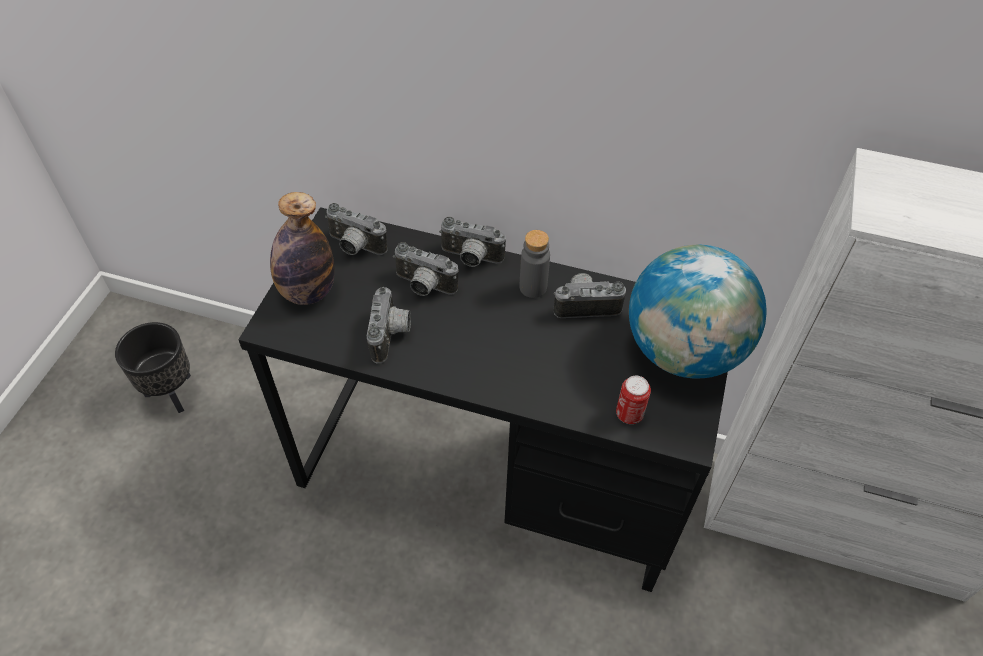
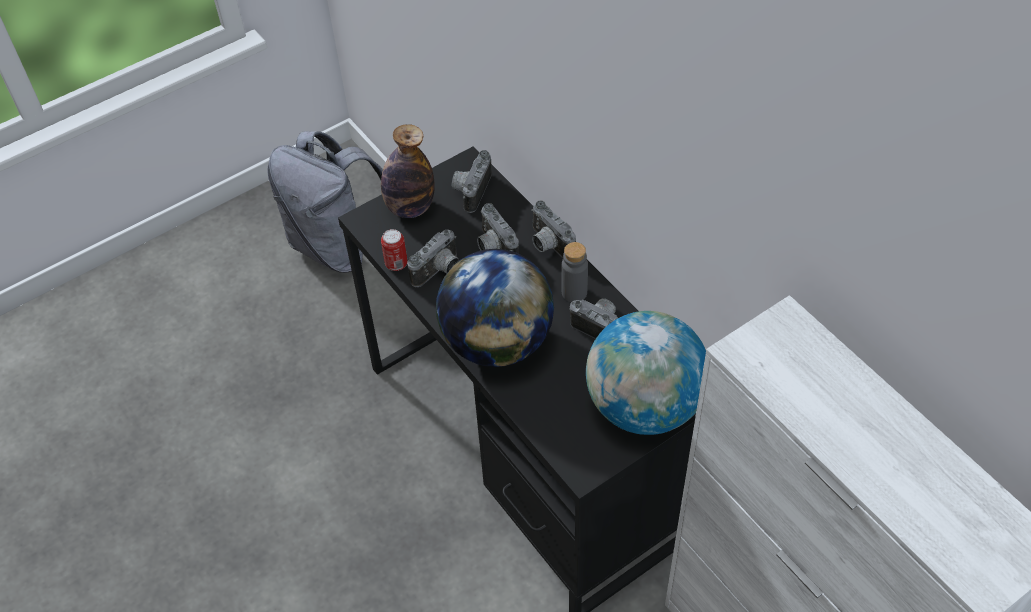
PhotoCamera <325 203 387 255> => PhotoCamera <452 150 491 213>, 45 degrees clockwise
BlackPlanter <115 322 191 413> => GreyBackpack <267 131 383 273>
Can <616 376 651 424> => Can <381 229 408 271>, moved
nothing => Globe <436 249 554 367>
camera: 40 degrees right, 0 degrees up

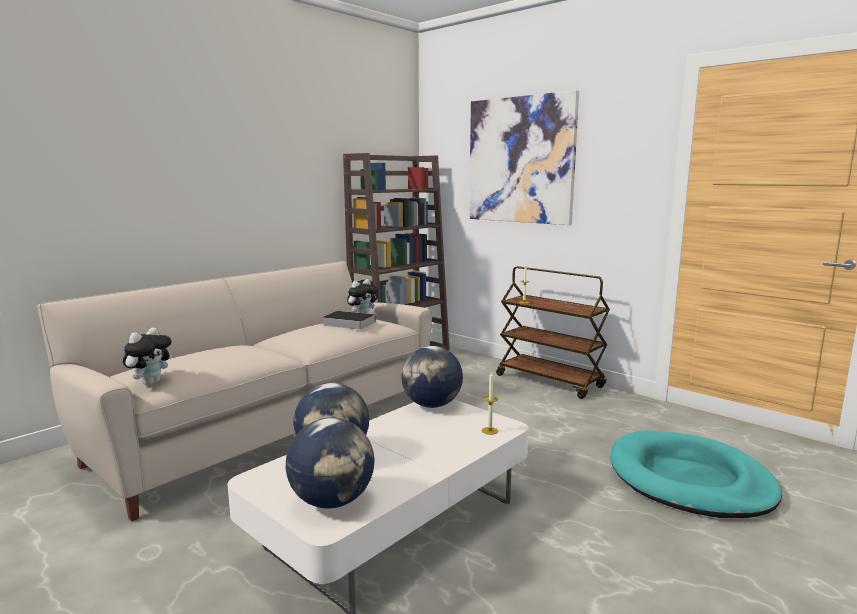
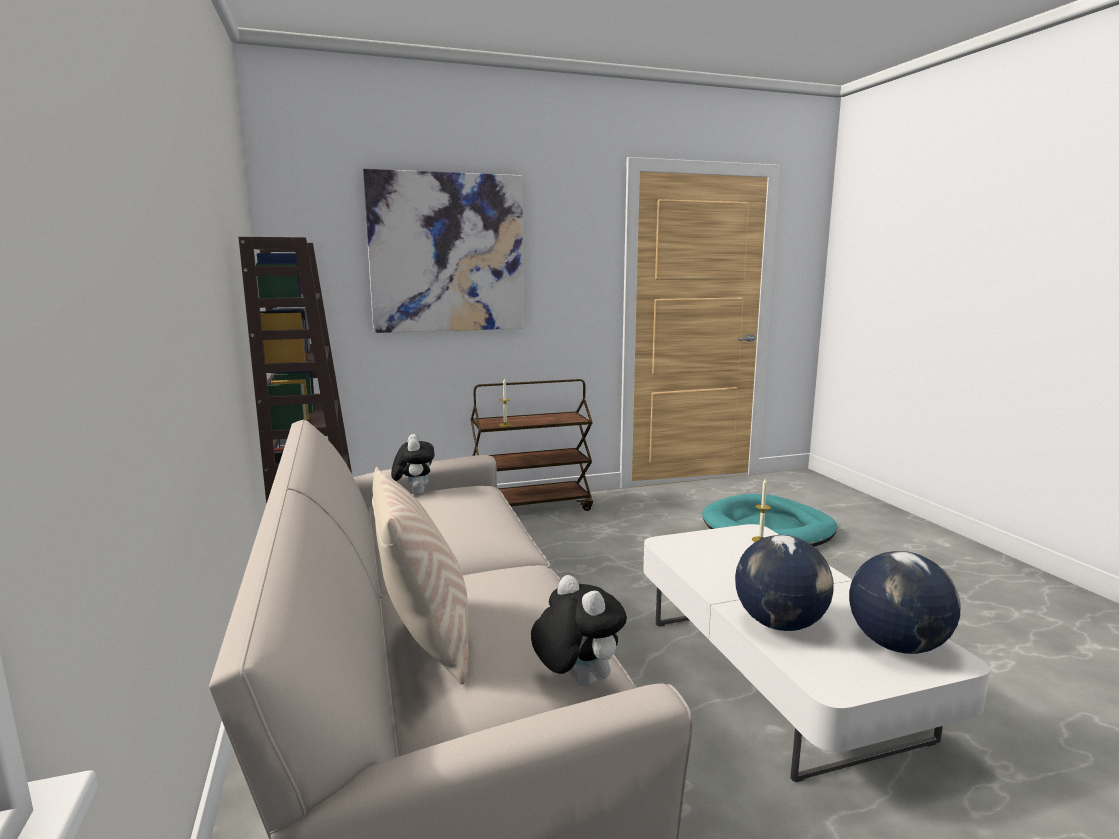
Book <322 311 376 330> => nothing
Globe <401 346 463 408> => nothing
nothing => BeigePillow <372 467 469 685>
camera: 60 degrees left, 0 degrees up

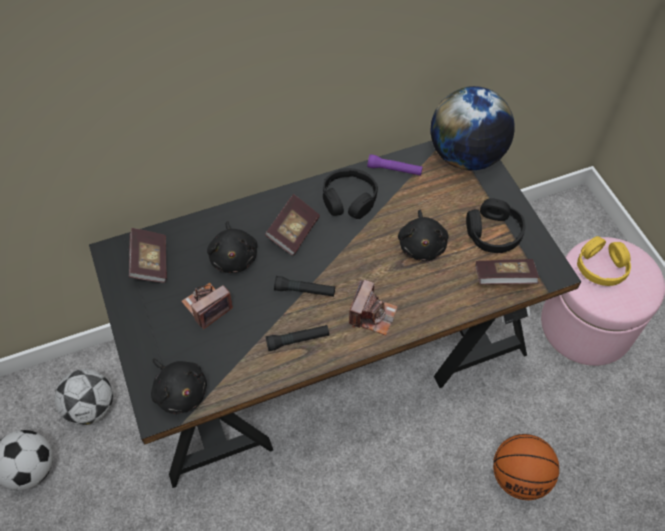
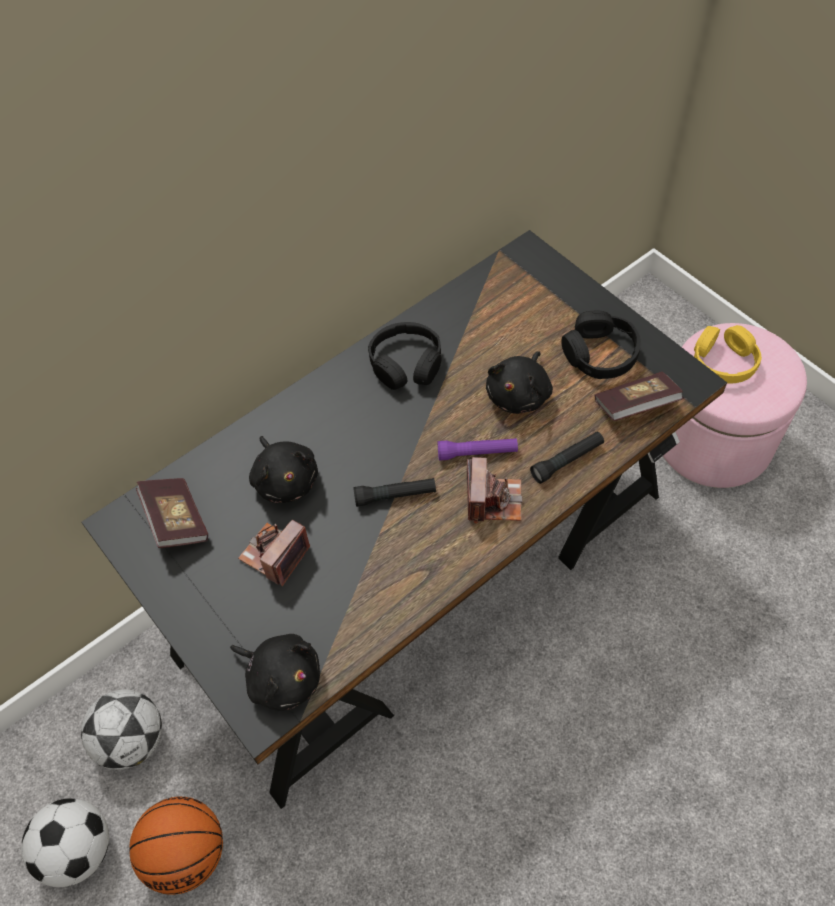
Globe <431 86 515 170> => nothing
PurpleFlashlight <367 154 423 176> => PurpleFlashlight <437 438 518 460>, moved
Book <265 194 320 256> => nothing
BlackPlushToy <398 210 448 261> => BlackPlushToy <486 351 553 414>, 45 degrees clockwise
BlackFlashlight <266 325 329 351> => BlackFlashlight <530 432 604 484>, moved
Basketball <493 434 559 500> => Basketball <129 797 223 895>, moved
camera: 15 degrees left, 0 degrees up

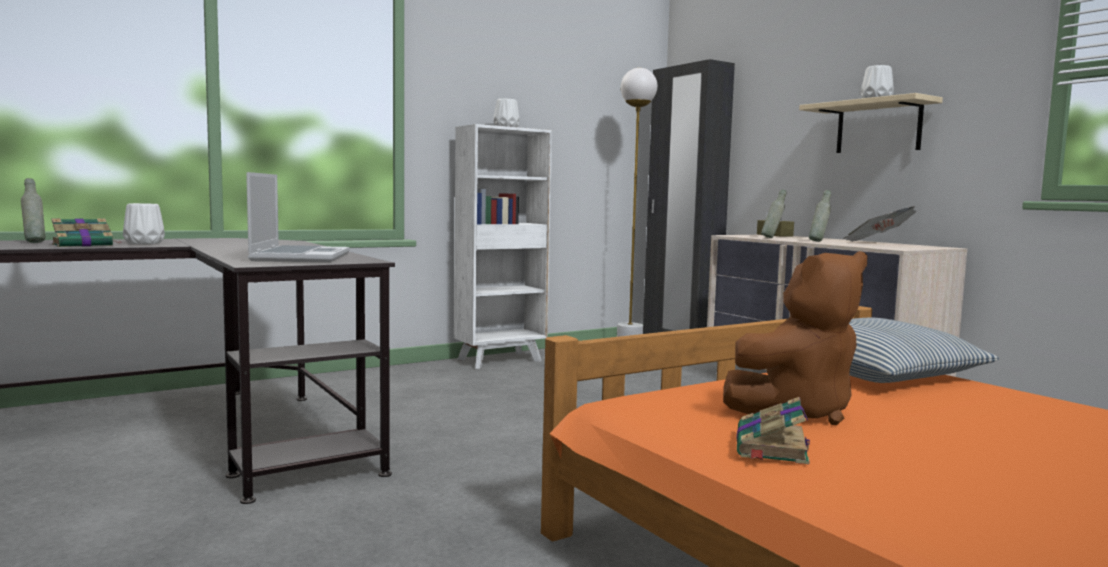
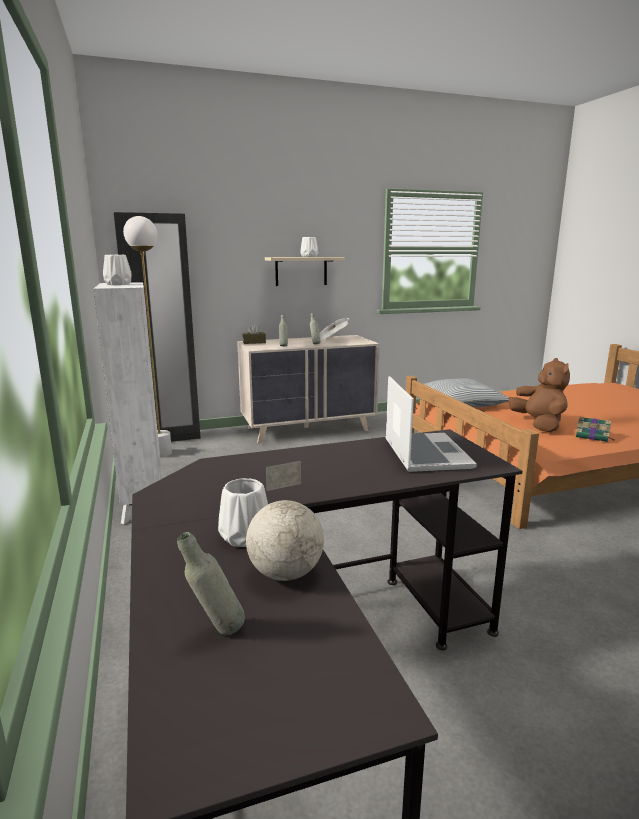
Laptop <246 172 350 262> => Laptop <385 376 477 472>, 75 degrees clockwise
Book <52 218 122 247> => Globe <246 461 324 581>
camera: 75 degrees left, 10 degrees up

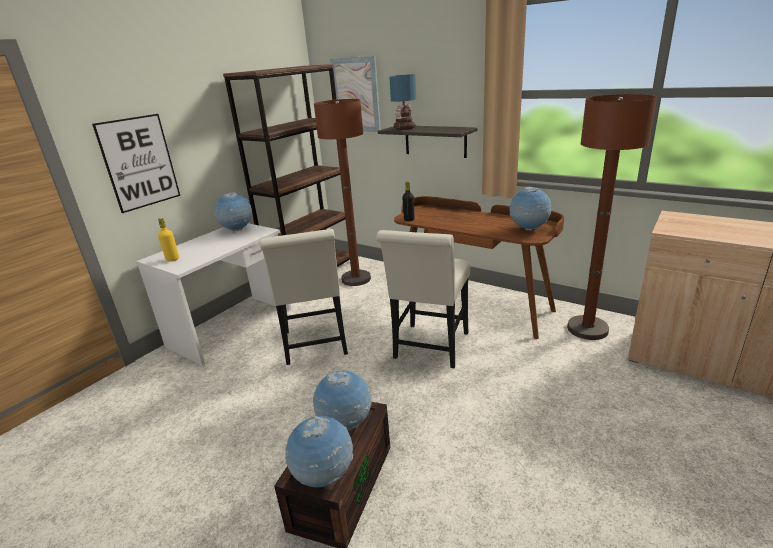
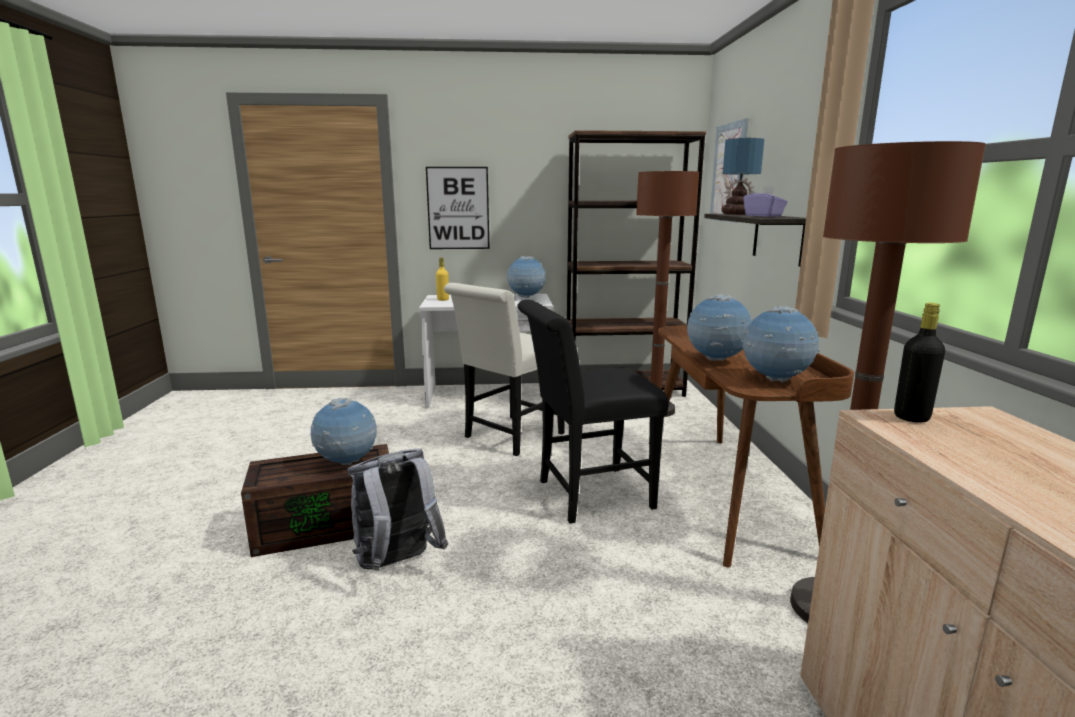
BlackBottle <402 182 414 221> => BlackBottle <894 303 945 422>, moved
WhiteChair <376 230 470 368> => BlackChair <517 300 669 524>
Globe <285 416 353 488> => Globe <687 294 753 361>, moved
nothing => PurpleTissueBox <743 186 787 217>
nothing => GreyBackpack <347 449 448 571>
camera: 50 degrees right, 10 degrees down

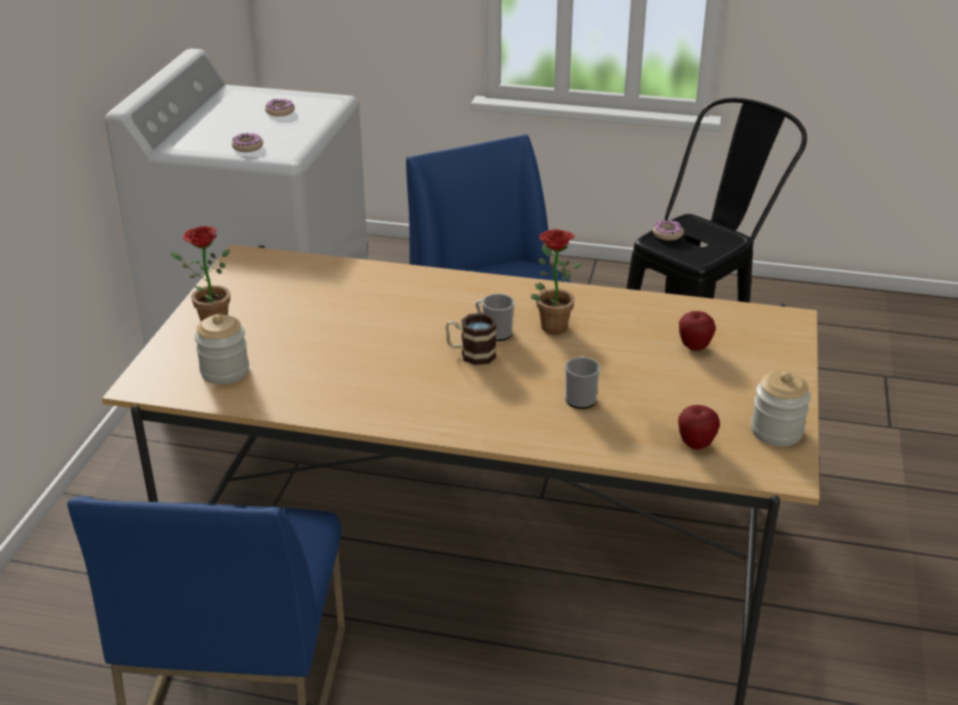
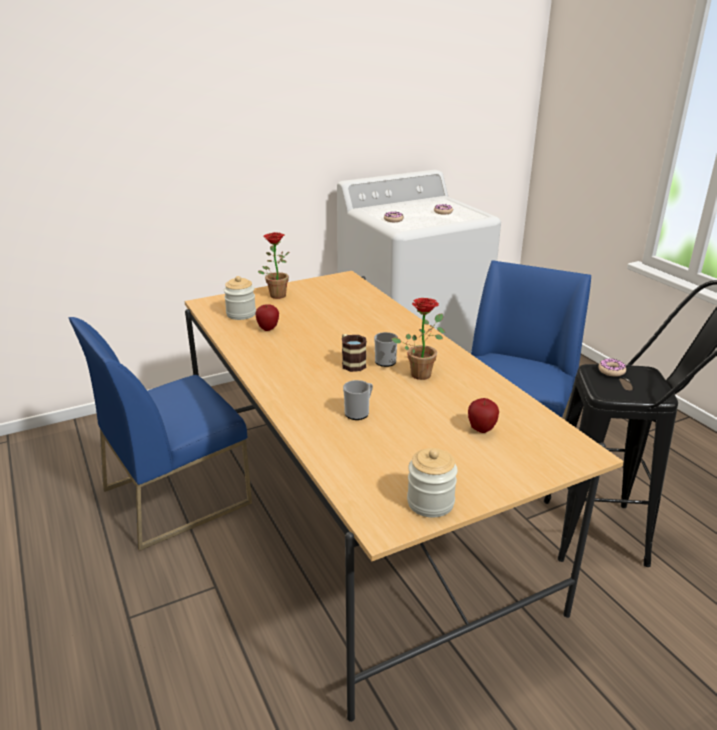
Apple <678 405 720 450> => Apple <255 304 279 331>, moved
camera: 50 degrees right, 5 degrees down

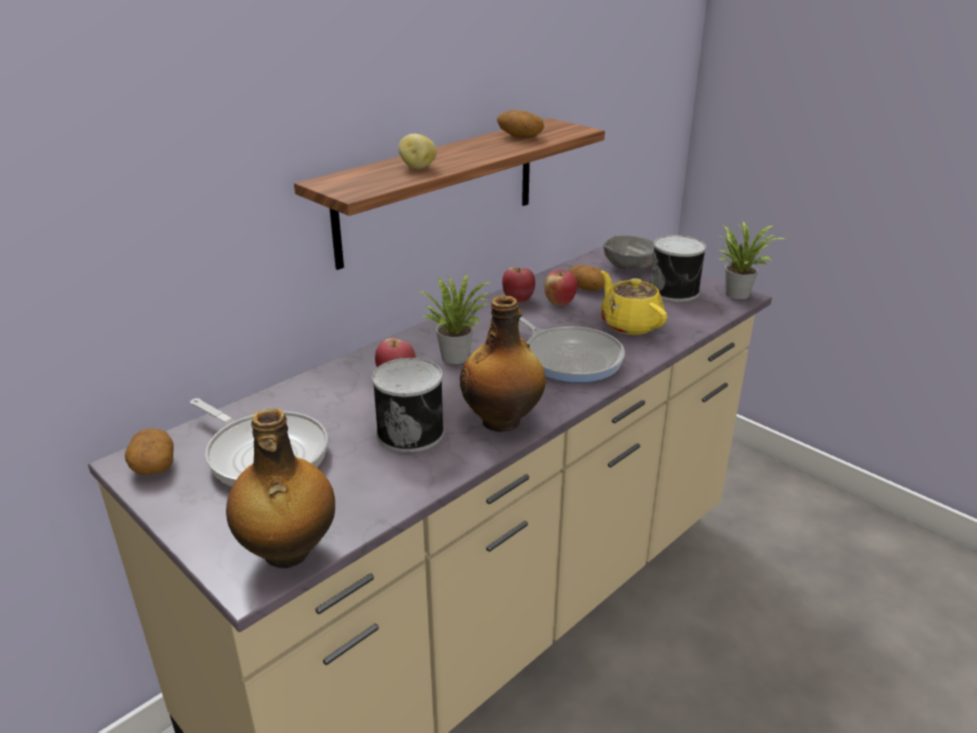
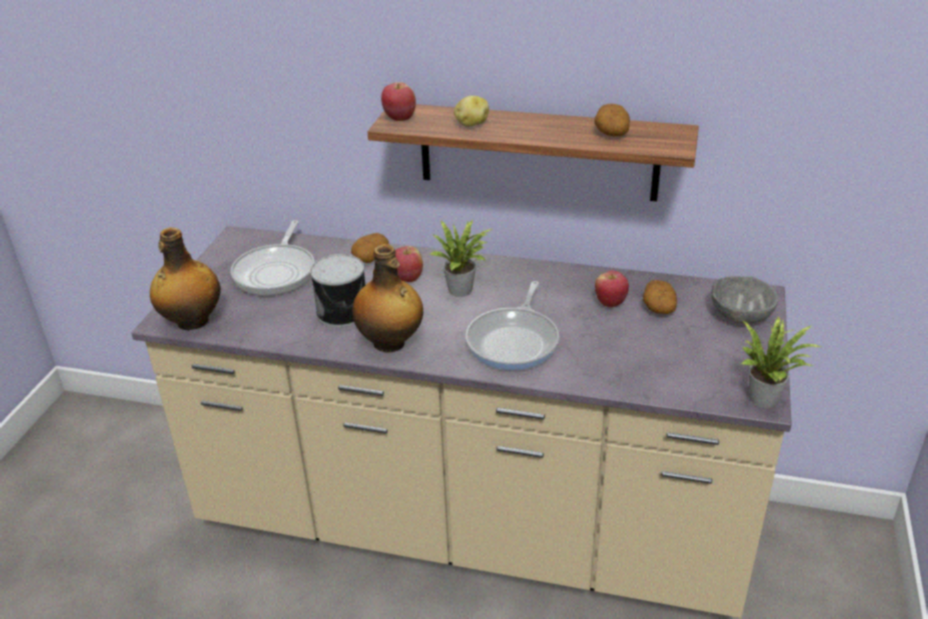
Can <650 235 706 302> => nothing
Apple <502 267 535 302> => Apple <381 82 416 121>, moved
YellowTeapot <601 270 667 335> => nothing
Potato <125 429 174 475> => Potato <351 233 389 263>, moved
camera: 60 degrees right, 5 degrees up

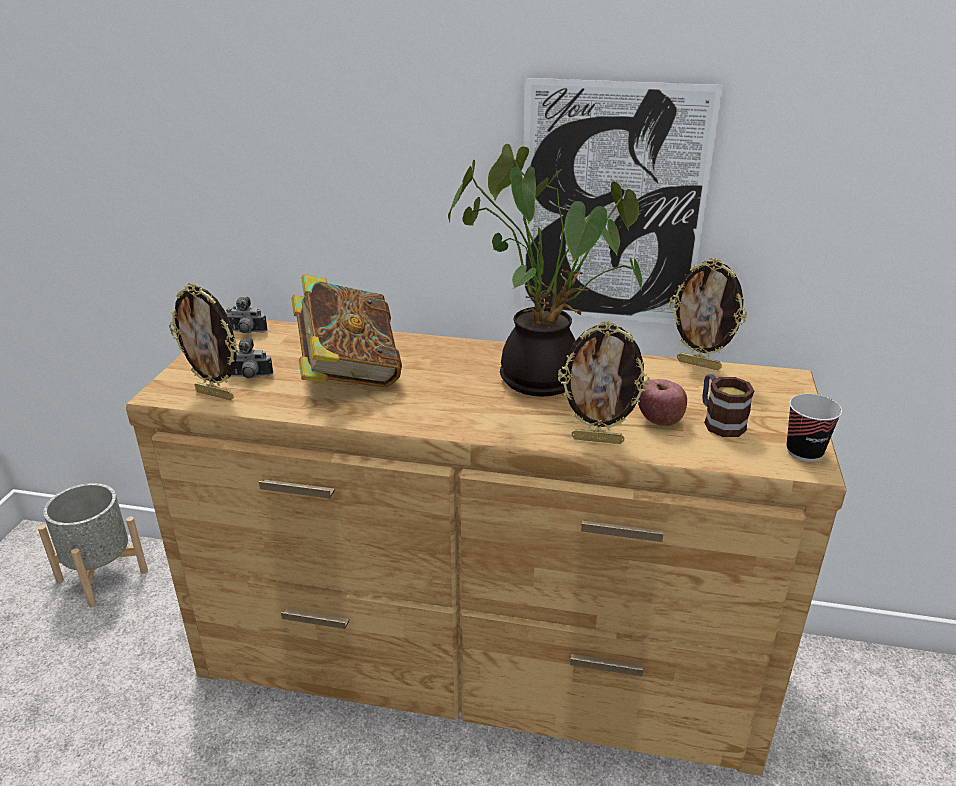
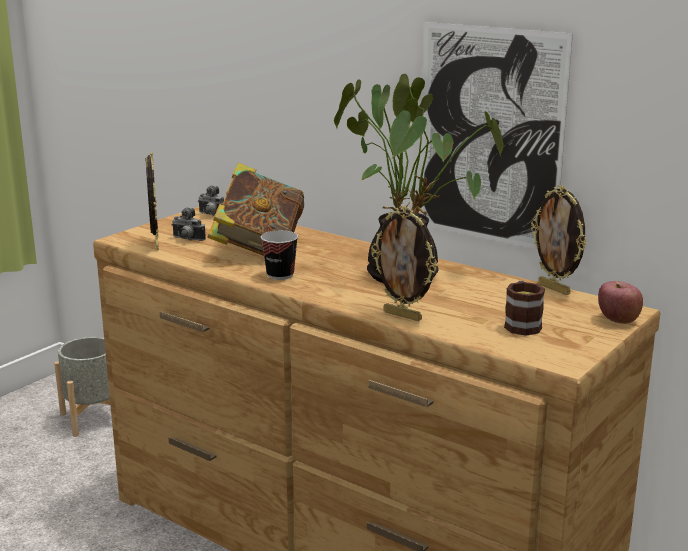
PictureFrame <169 283 237 400> => PictureFrame <145 152 159 250>, 150 degrees counterclockwise
Apple <638 379 687 426> => Apple <598 281 643 324>, moved
Cup <787 394 842 462> => Cup <261 231 298 280>, moved
camera: 25 degrees right, 10 degrees down

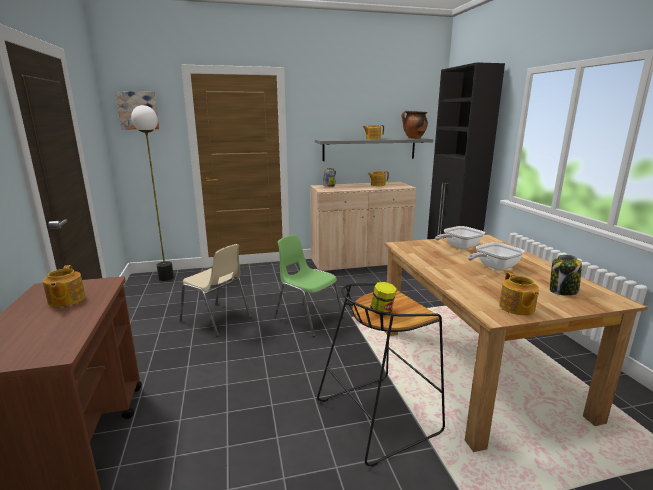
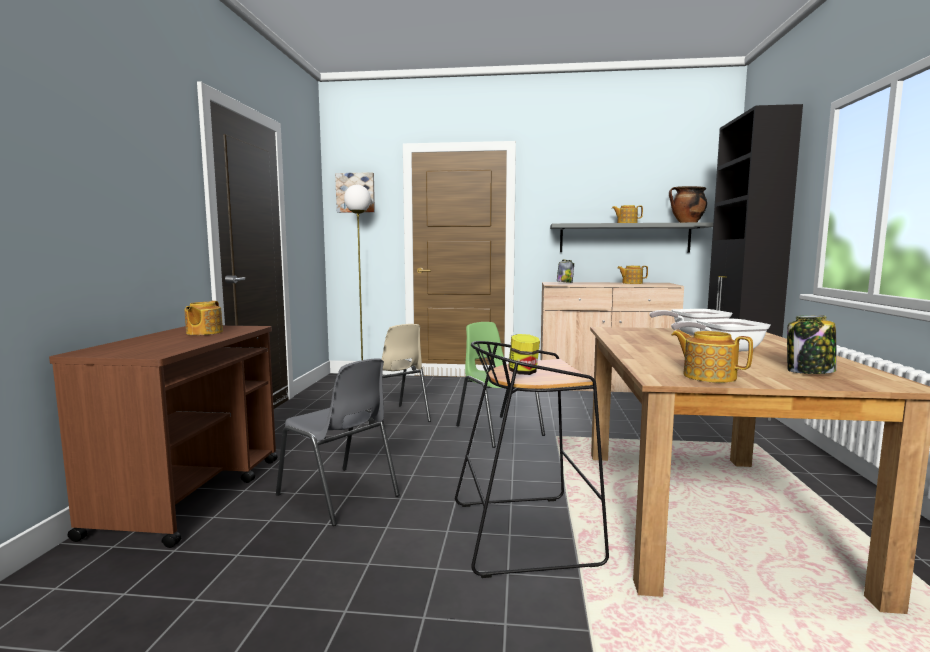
Teapot <499 272 539 315> => Teapot <672 330 753 383>, 120 degrees clockwise
nothing => GreyChair <276 359 400 526>
camera: 20 degrees right, 10 degrees down

